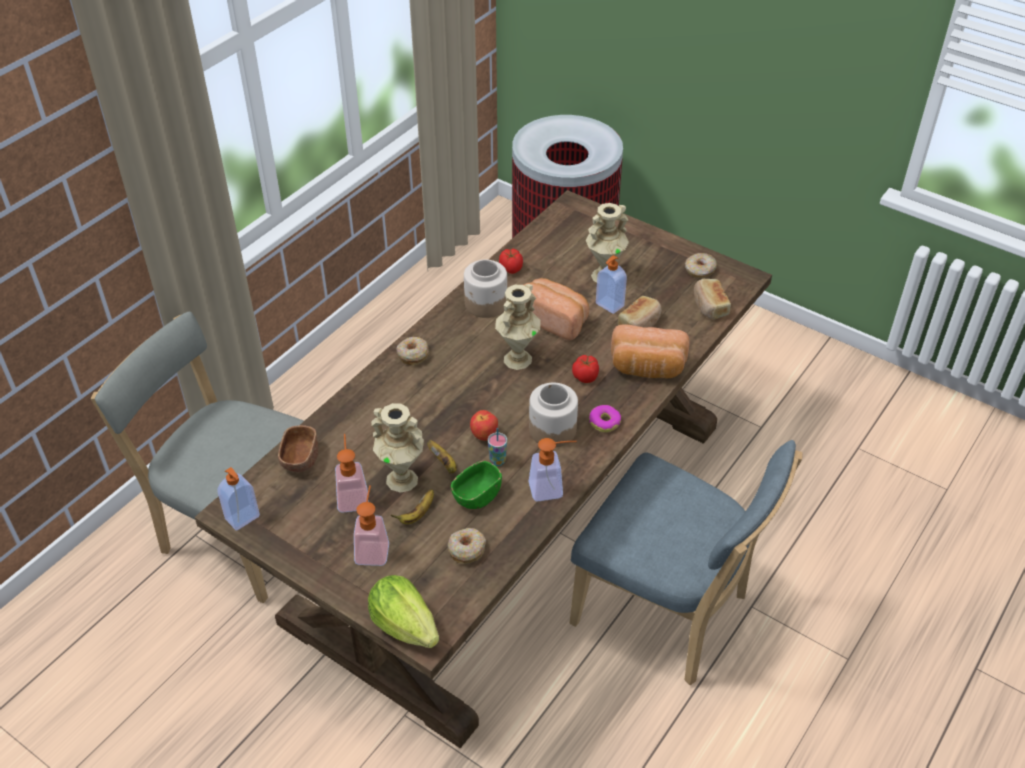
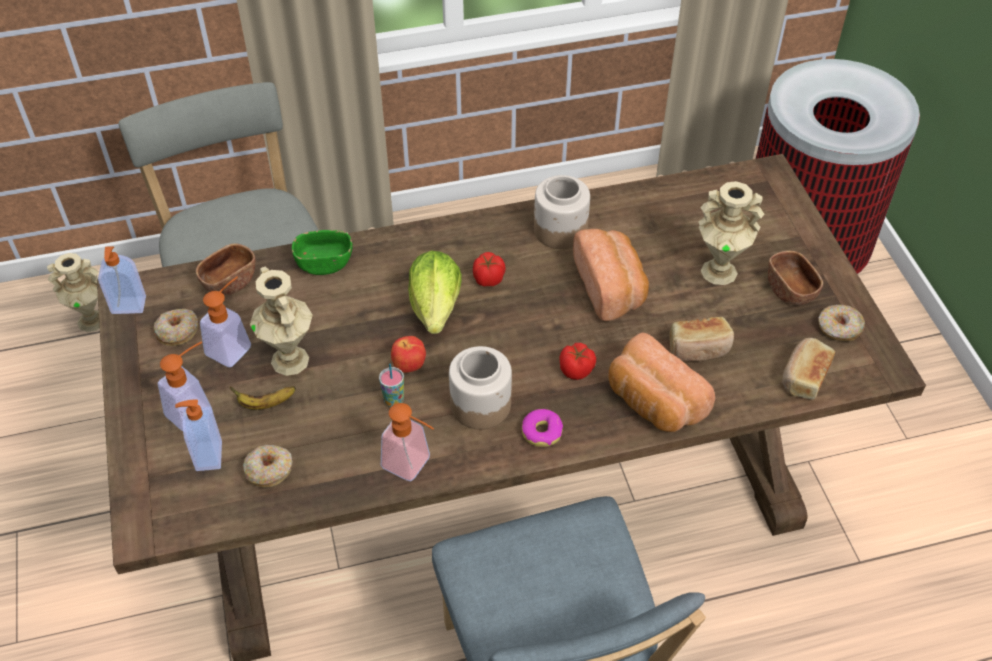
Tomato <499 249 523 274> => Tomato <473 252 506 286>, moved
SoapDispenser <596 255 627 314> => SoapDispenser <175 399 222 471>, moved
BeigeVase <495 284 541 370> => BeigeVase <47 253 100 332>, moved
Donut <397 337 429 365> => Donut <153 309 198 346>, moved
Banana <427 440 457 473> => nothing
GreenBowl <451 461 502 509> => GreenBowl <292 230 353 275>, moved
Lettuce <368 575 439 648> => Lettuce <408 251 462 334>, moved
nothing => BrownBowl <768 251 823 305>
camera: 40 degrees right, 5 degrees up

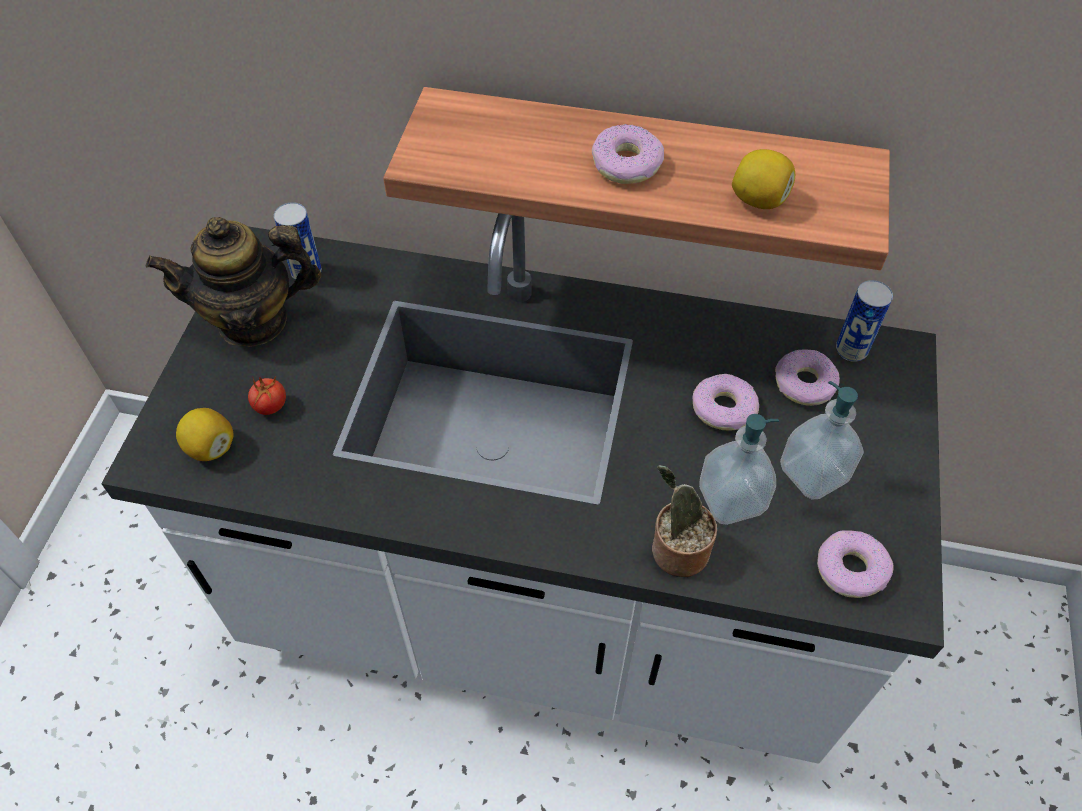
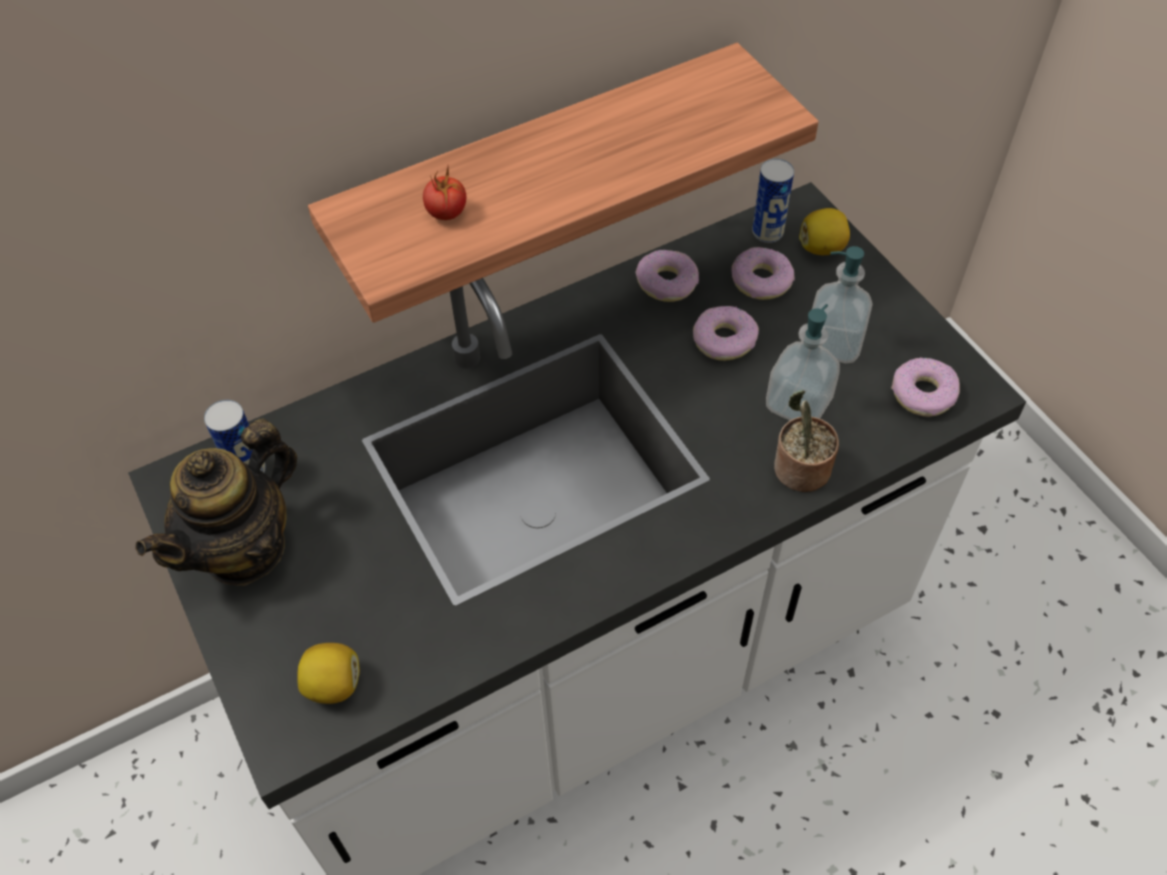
Donut <592 124 664 184> => Donut <635 250 699 302>, moved
Lemon <732 149 795 209> => Lemon <799 208 850 255>, moved
Tomato <248 375 286 415> => Tomato <423 166 466 220>, moved
camera: 40 degrees left, 0 degrees up

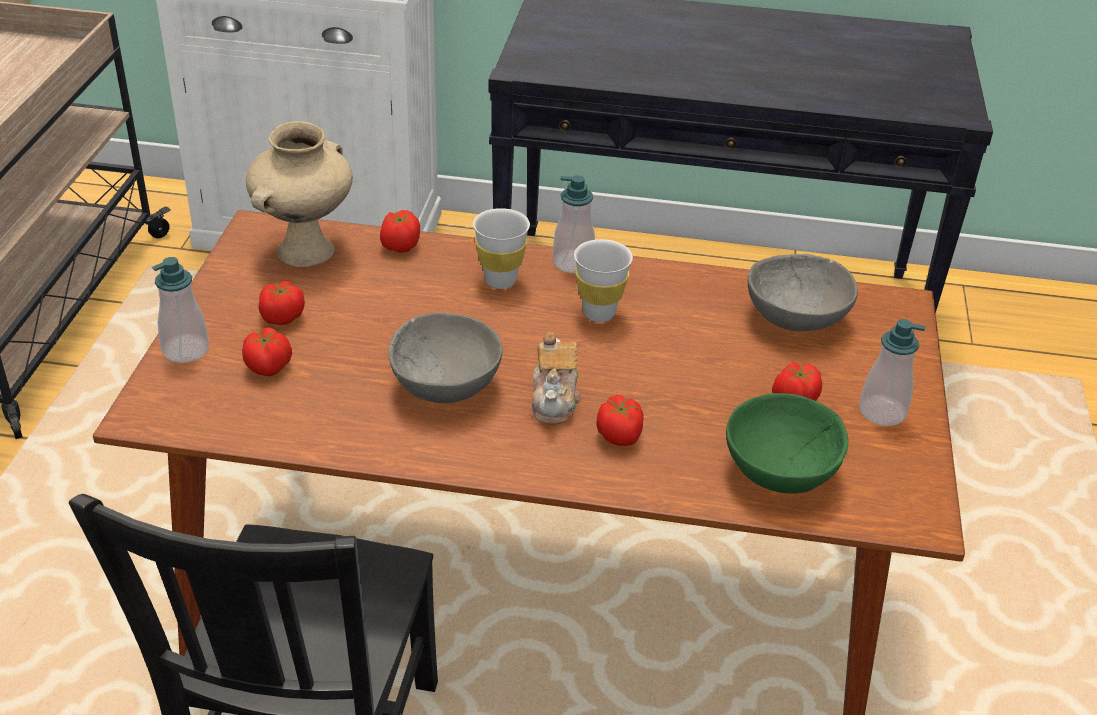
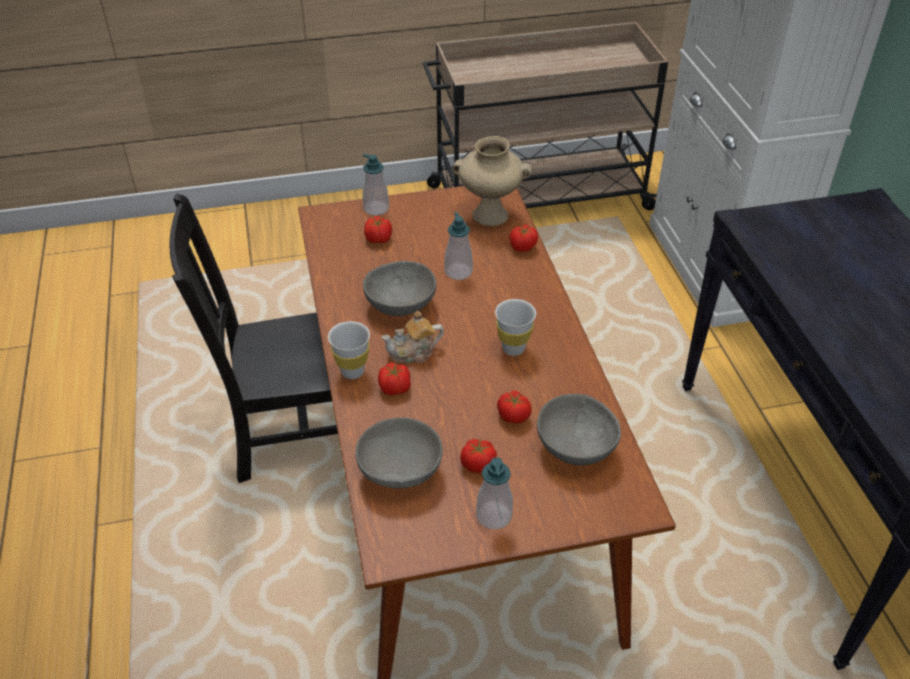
SoapDispenser <553 175 595 273> => SoapDispenser <445 212 473 280>, moved
WhiteCup <473 208 530 289> => WhiteCup <328 321 370 379>, moved
Tomato <259 281 305 325> => Tomato <497 391 532 424>, moved
GreenBowl <726 393 848 493> => GreyBowl <355 418 443 489>
camera: 70 degrees right, 5 degrees up

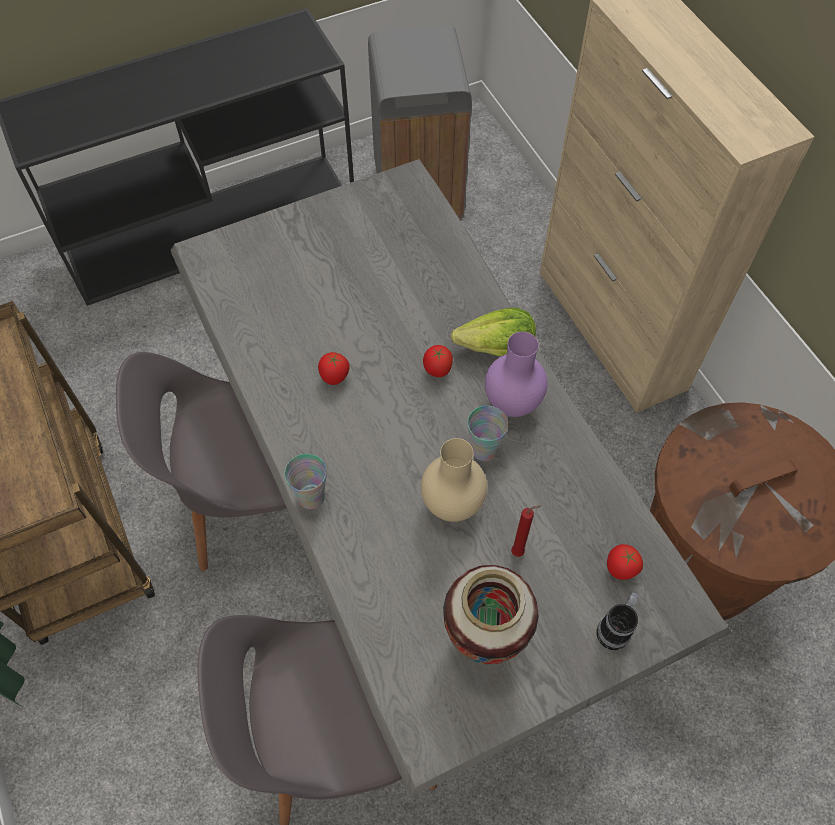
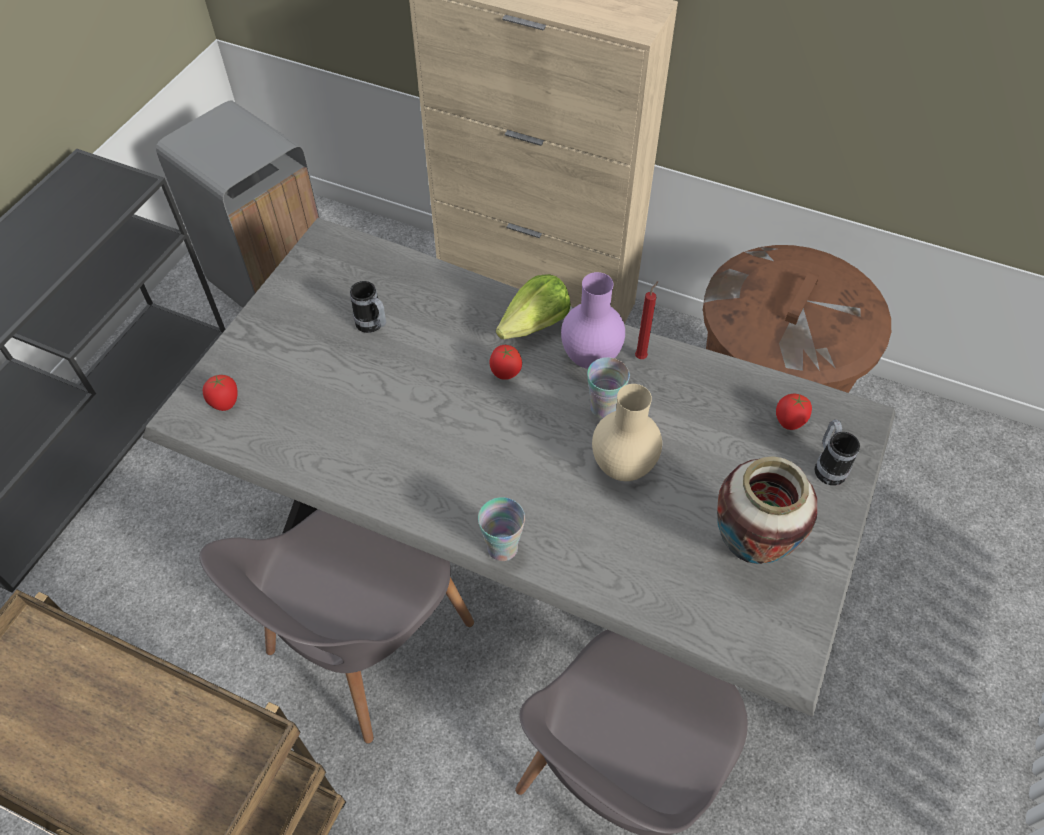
Tomato <318 352 350 385> => Tomato <203 375 238 411>, moved
RedCandle <511 505 541 557> => RedCandle <635 281 658 359>, moved
nothing => Mug <350 281 386 333>
camera: 40 degrees left, 5 degrees down

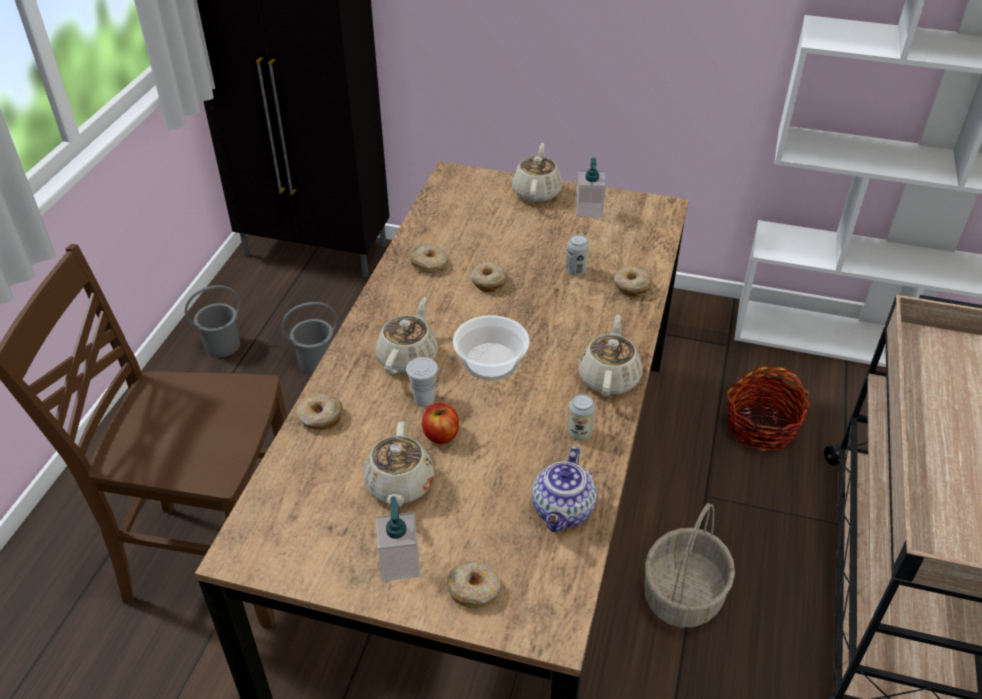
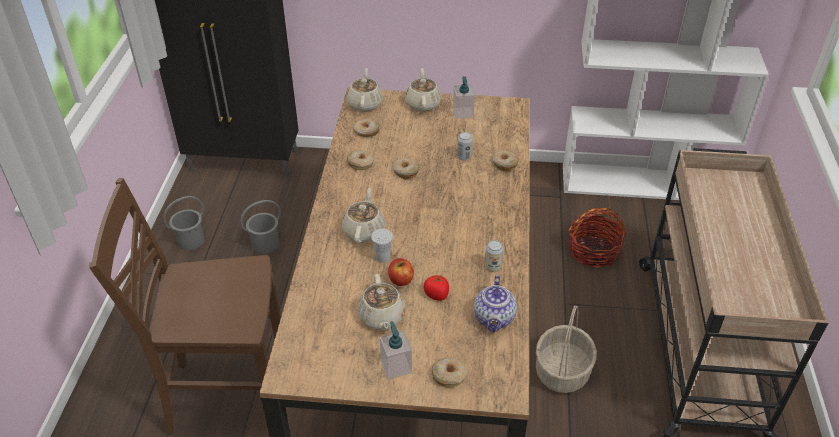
BeigeTeapot <578 314 642 397> => BeigeTeapot <346 68 383 112>, moved
Bowl <453 315 529 380> => nothing
Donut <297 394 343 430> => Donut <353 118 380 137>, moved
nothing => Tomato <424 275 449 301>
camera: 10 degrees left, 0 degrees up

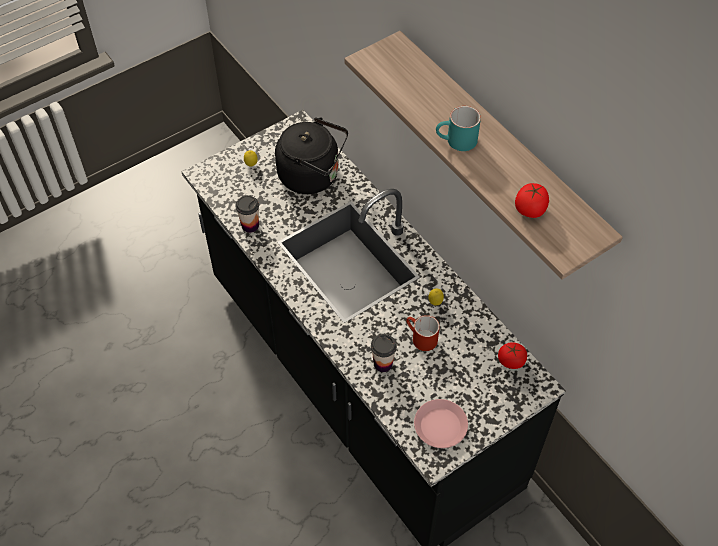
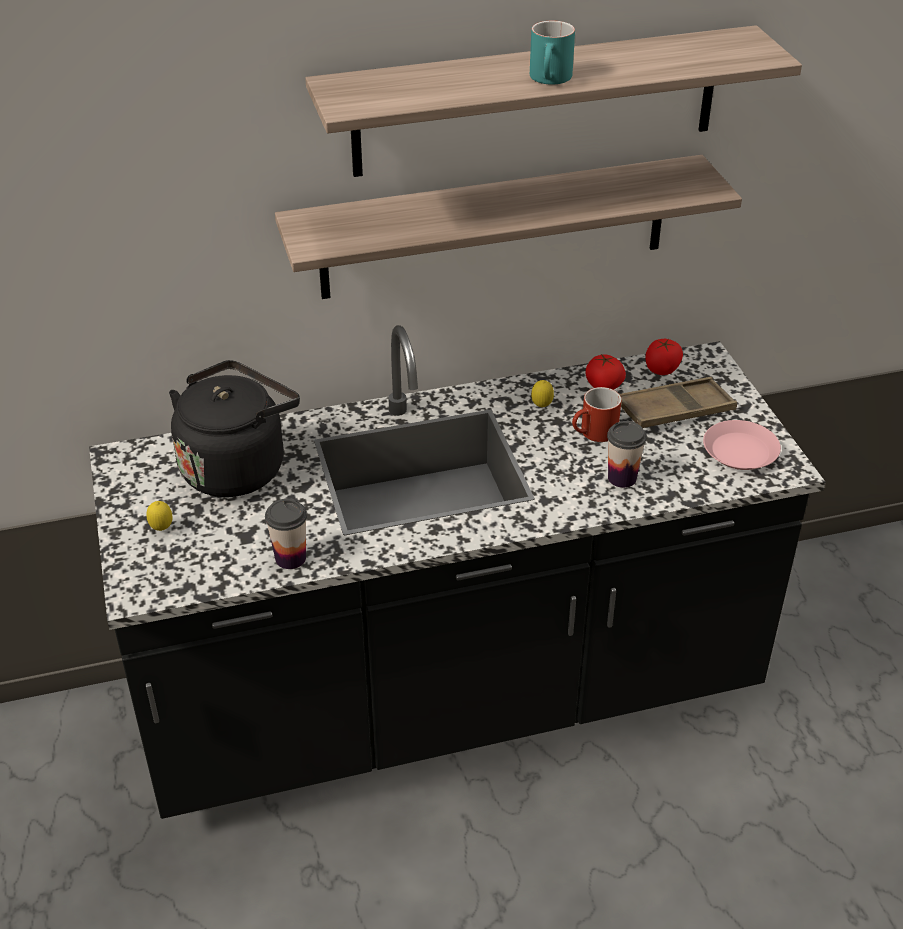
Tomato <515 183 549 218> => Tomato <585 354 626 390>, moved
nothing => Shelf <275 155 742 299>
nothing => BrownTray <620 377 737 428>
camera: 70 degrees left, 15 degrees down

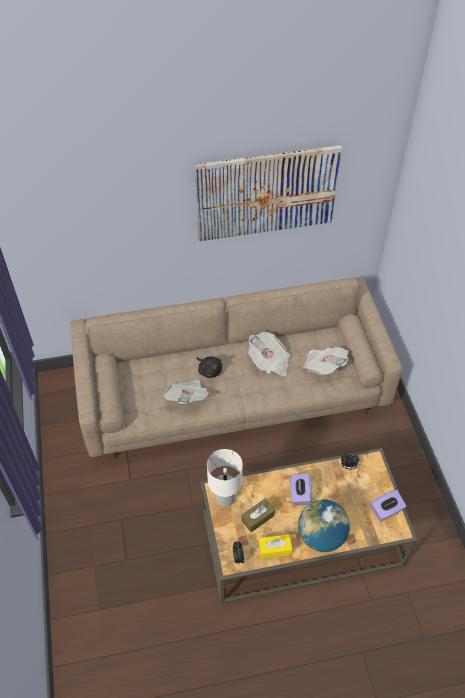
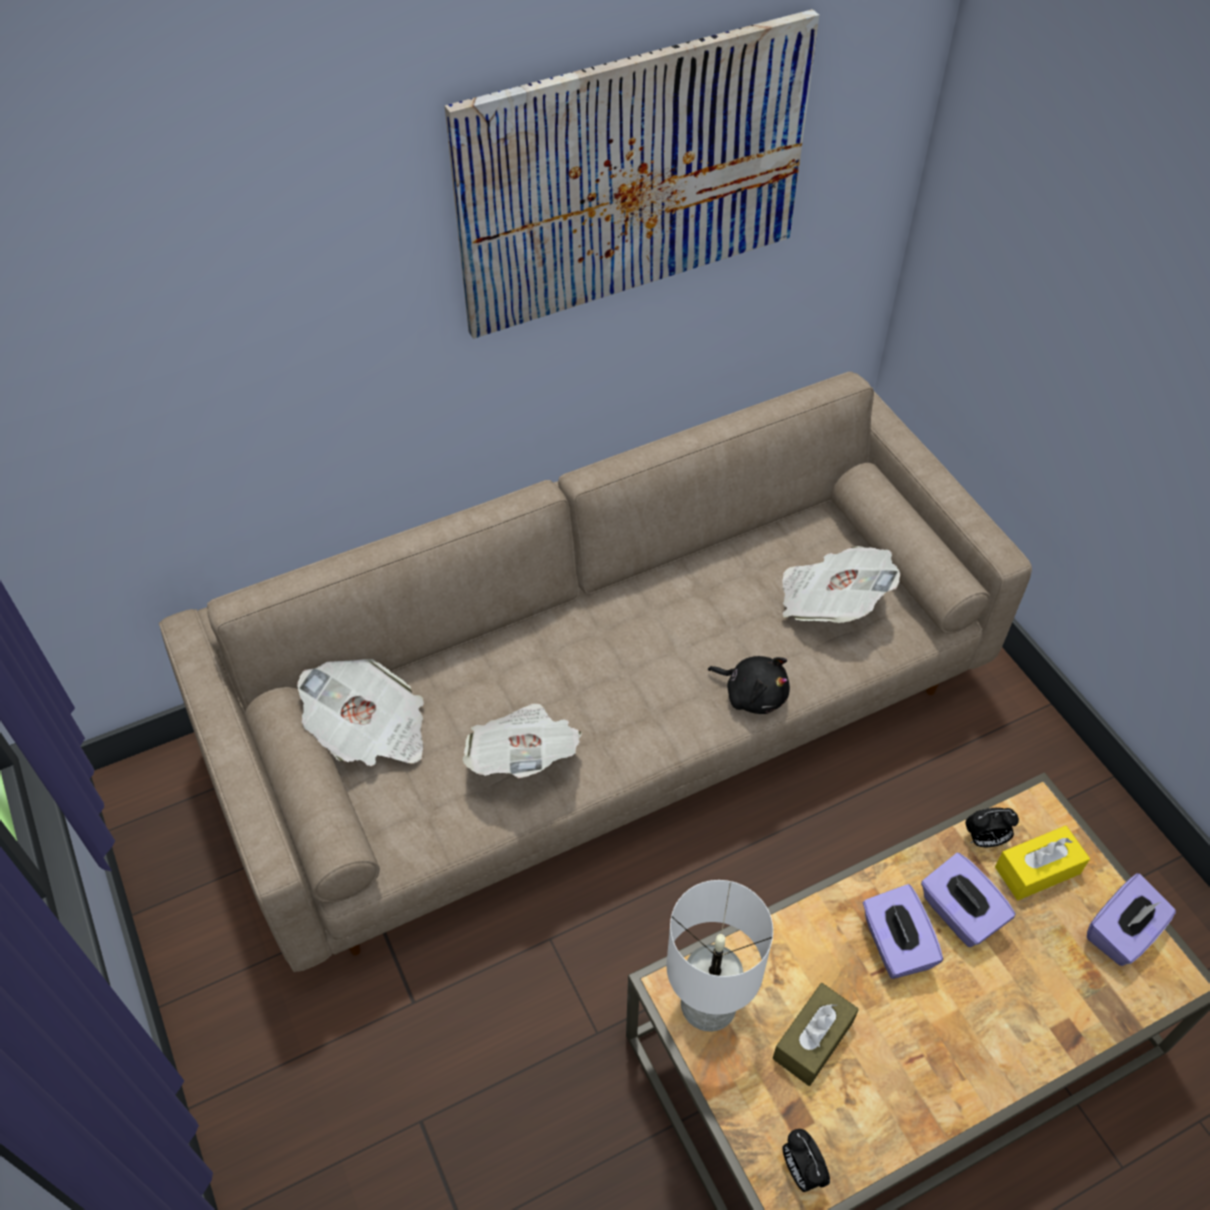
Newspaper <248 332 291 377> => Newspaper <297 659 424 766>, moved
BlackPlushToy <196 356 222 378> => BlackPlushToy <708 656 790 714>, moved
Globe <298 499 350 552> => nothing
YellowTissueBox <259 534 293 559> => YellowTissueBox <995 826 1090 900>, moved
nothing => PurpleTissueBox <921 853 1015 947>
camera: 15 degrees left, 0 degrees up

